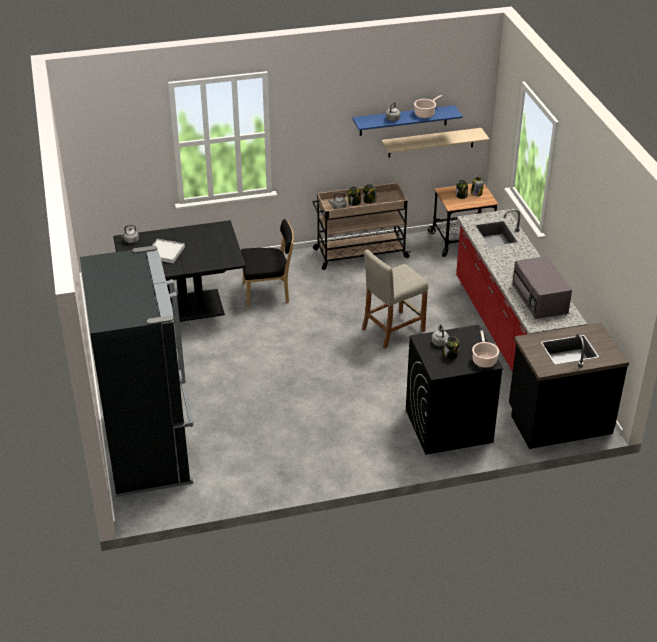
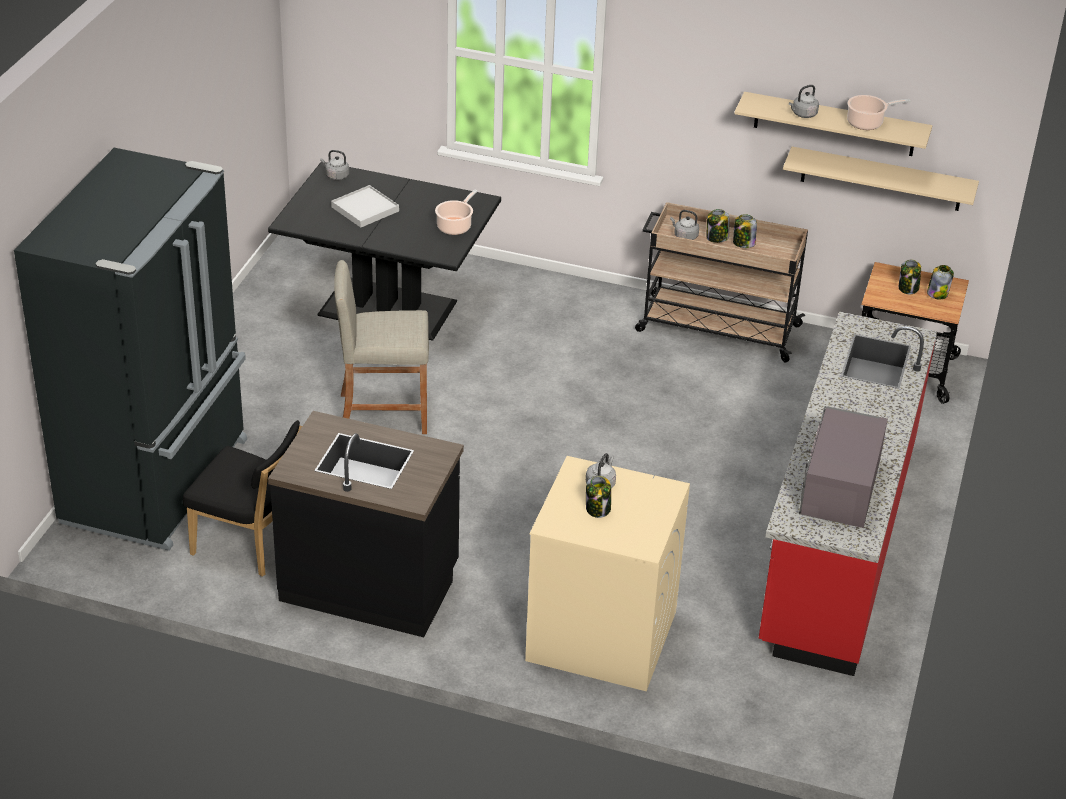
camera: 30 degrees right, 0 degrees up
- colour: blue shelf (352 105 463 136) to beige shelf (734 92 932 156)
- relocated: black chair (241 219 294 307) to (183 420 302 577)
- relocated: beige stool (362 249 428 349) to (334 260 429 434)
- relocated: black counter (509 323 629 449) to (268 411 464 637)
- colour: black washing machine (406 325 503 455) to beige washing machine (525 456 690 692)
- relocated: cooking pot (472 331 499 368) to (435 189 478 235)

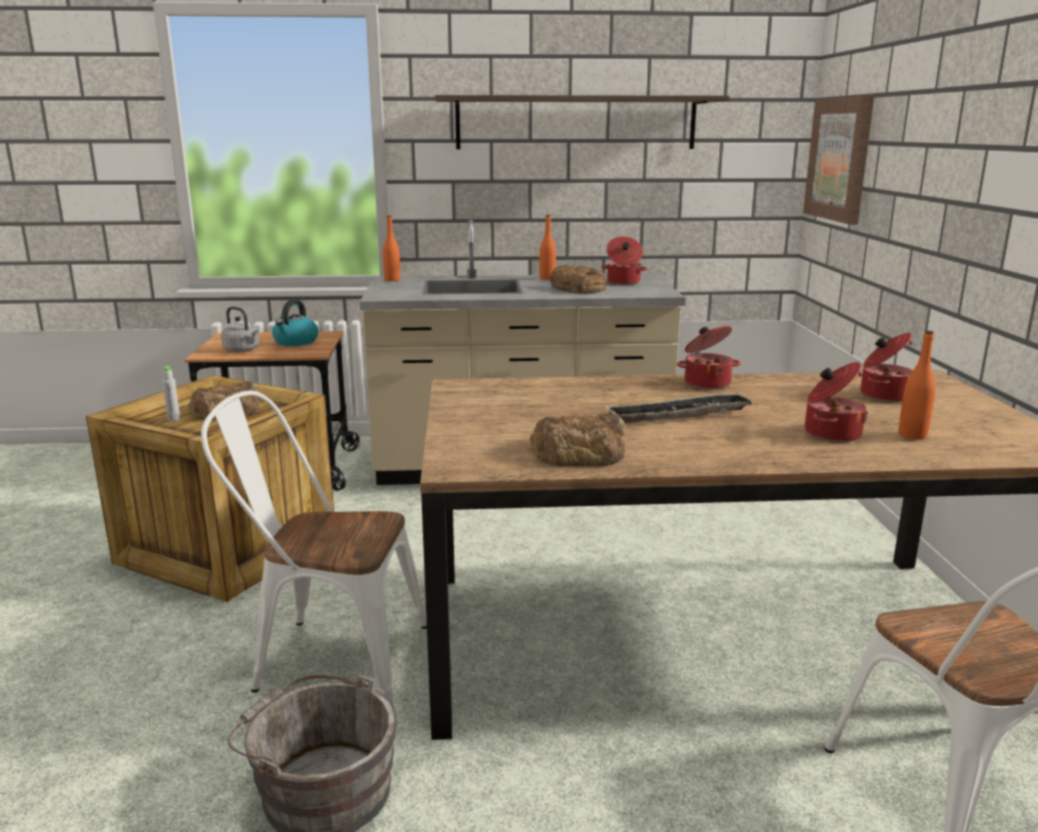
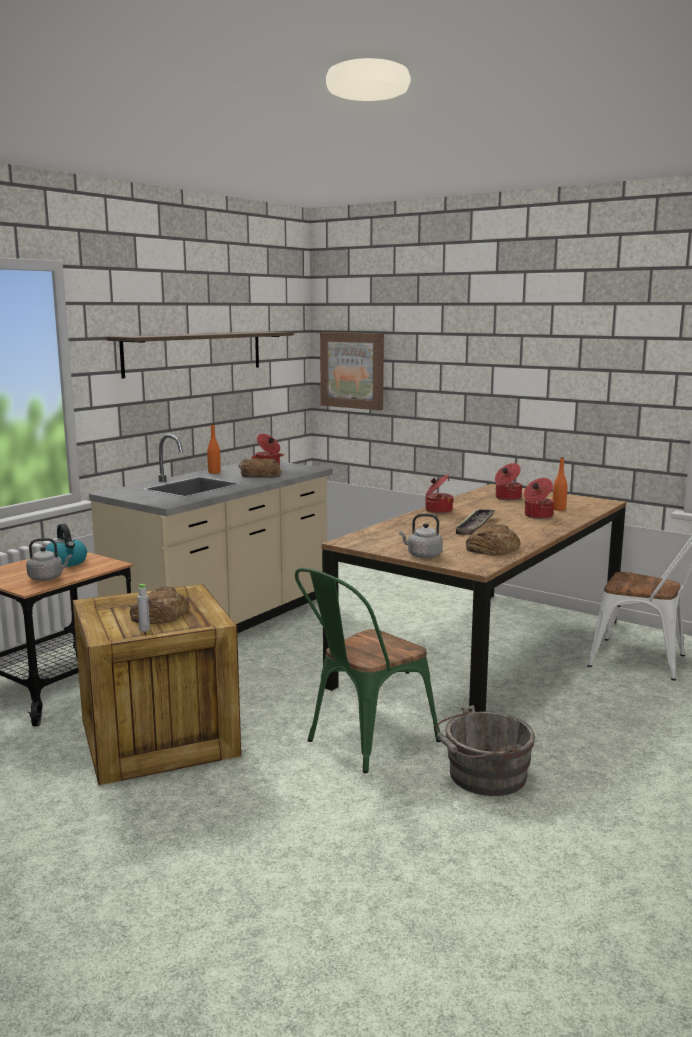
camera: 50 degrees left, 5 degrees down
- missing: orange bottle (383 216 400 281)
- colour: white chair (201 390 427 707) to green chair (295 568 441 773)
- appeared: grey kettle (399 514 443 558)

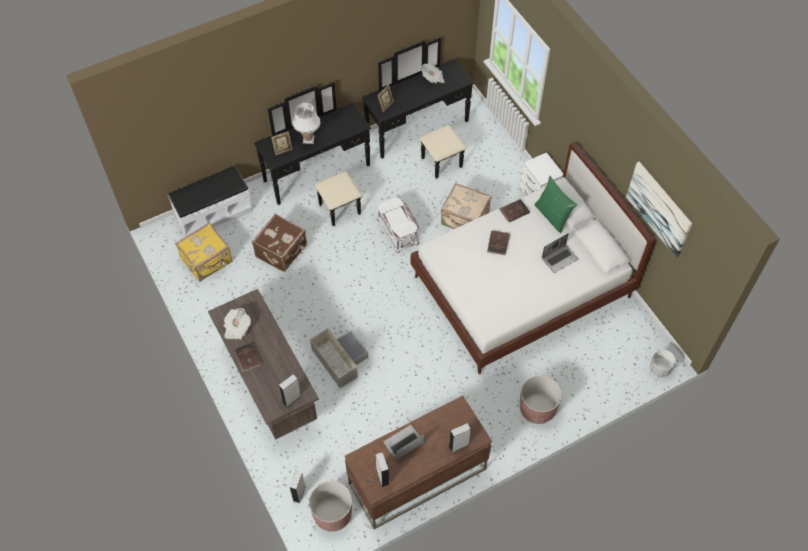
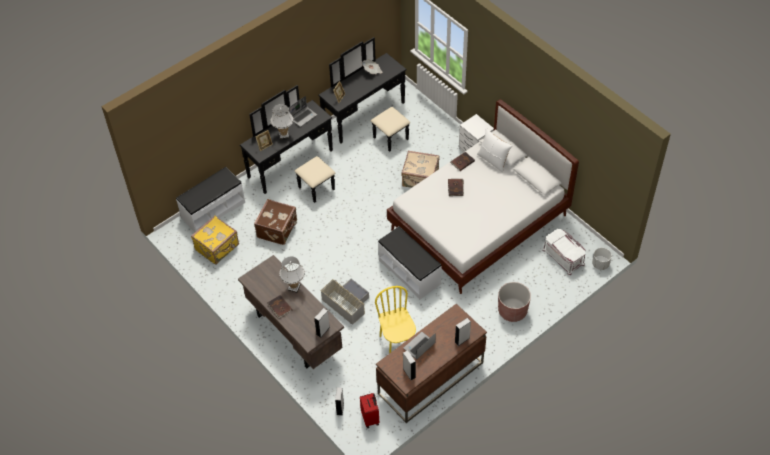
camera: 10 degrees left, 5 degrees down
- missing: picture (626 162 692 257)
- colour: green pillow (535 176 577 233) to white pillow (477 128 512 172)
- relocated: white storage box (377 198 419 253) to (542 229 585 275)
- relocated: laptop (542 233 578 273) to (289 96 317 127)
- missing: newspaper (224 308 251 340)
- exchanged: brown planter (309 481 352 532) to red suitcase (360 393 379 428)
- appeared: white bench (378 226 442 299)
- appeared: white table lamp (279 257 305 293)
- appeared: yellow chair (375 286 416 353)

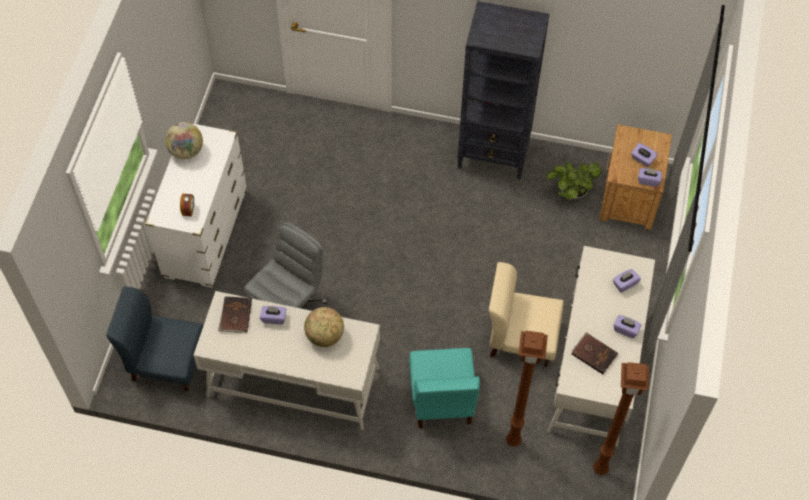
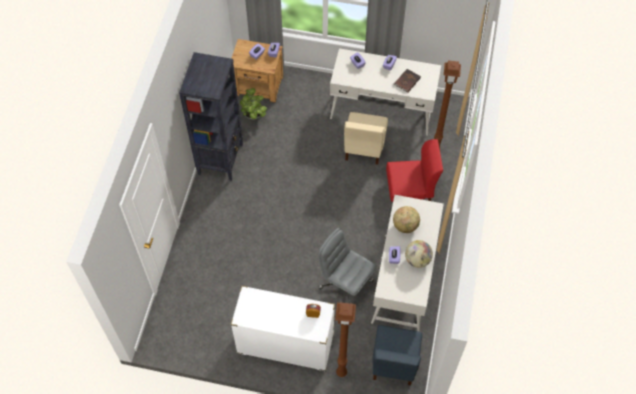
camera: 90 degrees left, 0 degrees up
- relocated: globe (165 122 203 159) to (405 240 433 268)
- missing: brown book (218 296 252 333)
- colour: turquoise chair (409 348 480 428) to red chair (386 139 443 202)
- relocated: brown floor lamp (593 362 649 475) to (335 303 356 377)

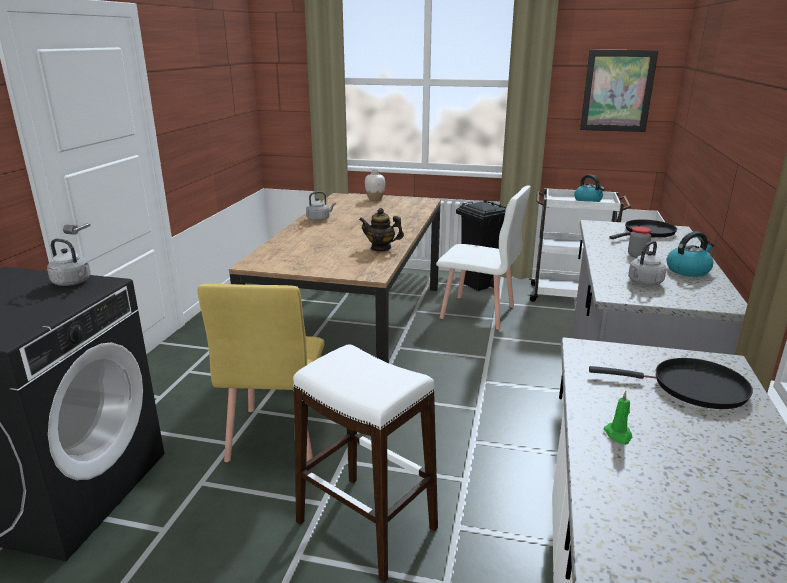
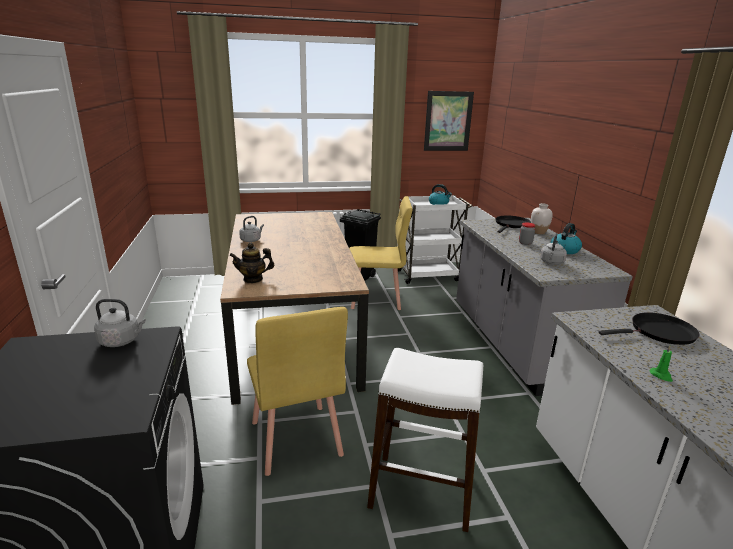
camera: 25 degrees left, 0 degrees up
- relocated: white vase (365 170 385 201) to (531 203 553 234)
- colour: white chair (436 185 531 330) to yellow chair (349 196 412 310)
- relocated: teapot (359 208 404 252) to (229 243 274 283)

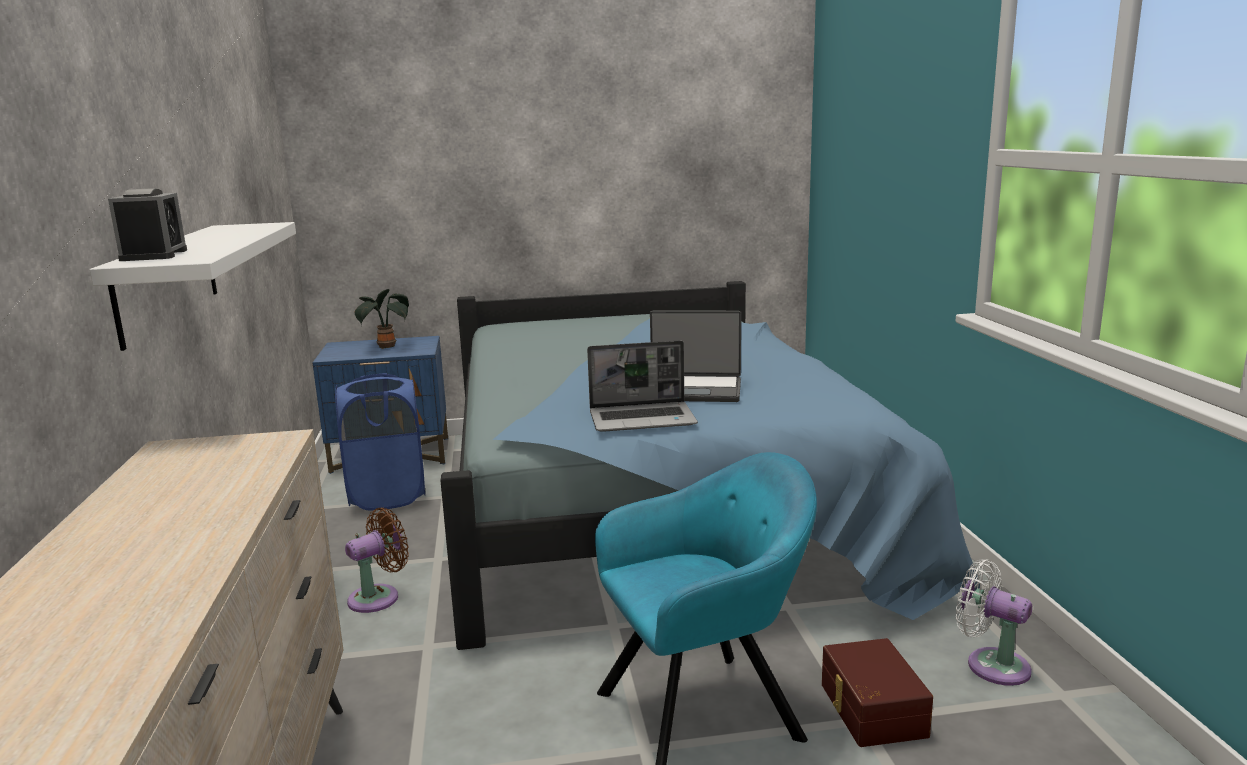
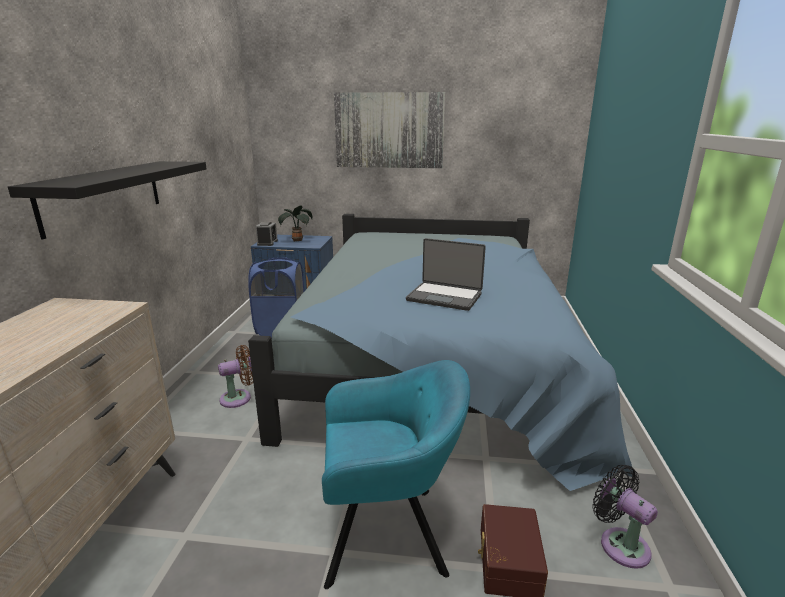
camera: 15 degrees right, 5 degrees up
- relocated: alarm clock (108 188 187 261) to (256 222 278 246)
- colour: white shelf (90 222 296 351) to black shelf (8 161 207 239)
- missing: laptop (587 340 698 432)
- colour: white fan (956 559 1032 686) to black fan (592 465 658 569)
- appeared: picture (334 92 445 168)

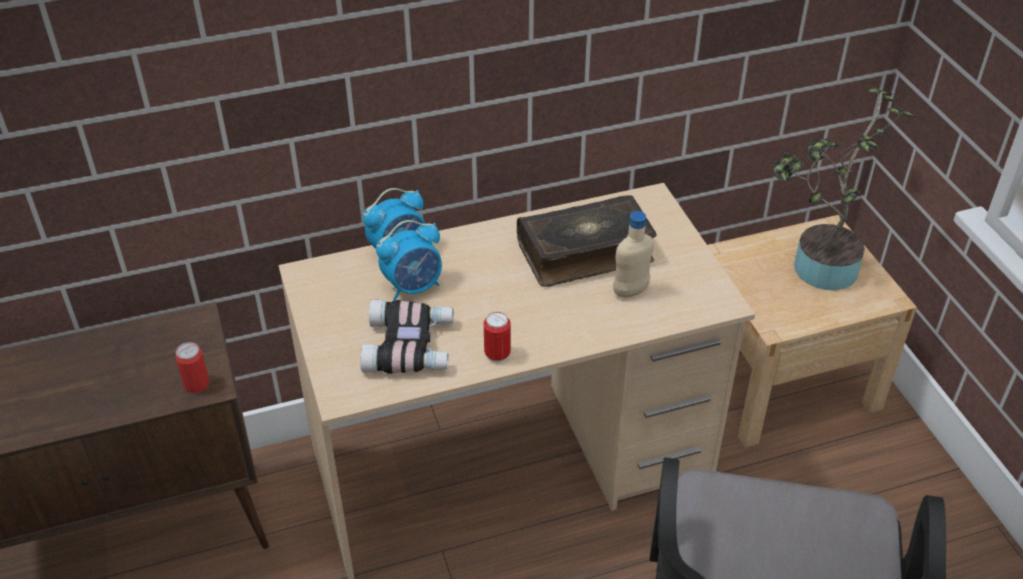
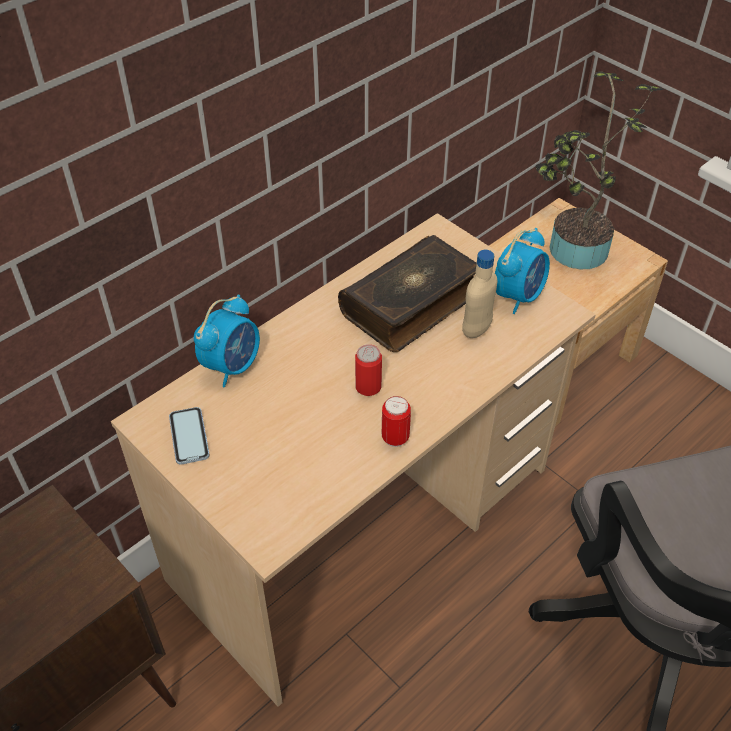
camera: 25 degrees left, 5 degrees up
- relocated: alarm clock (376 220 442 301) to (495 228 550 314)
- missing: binoculars (360 300 454 374)
- relocated: can (175 342 210 393) to (355 344 382 396)
- appeared: phone (169 407 210 465)

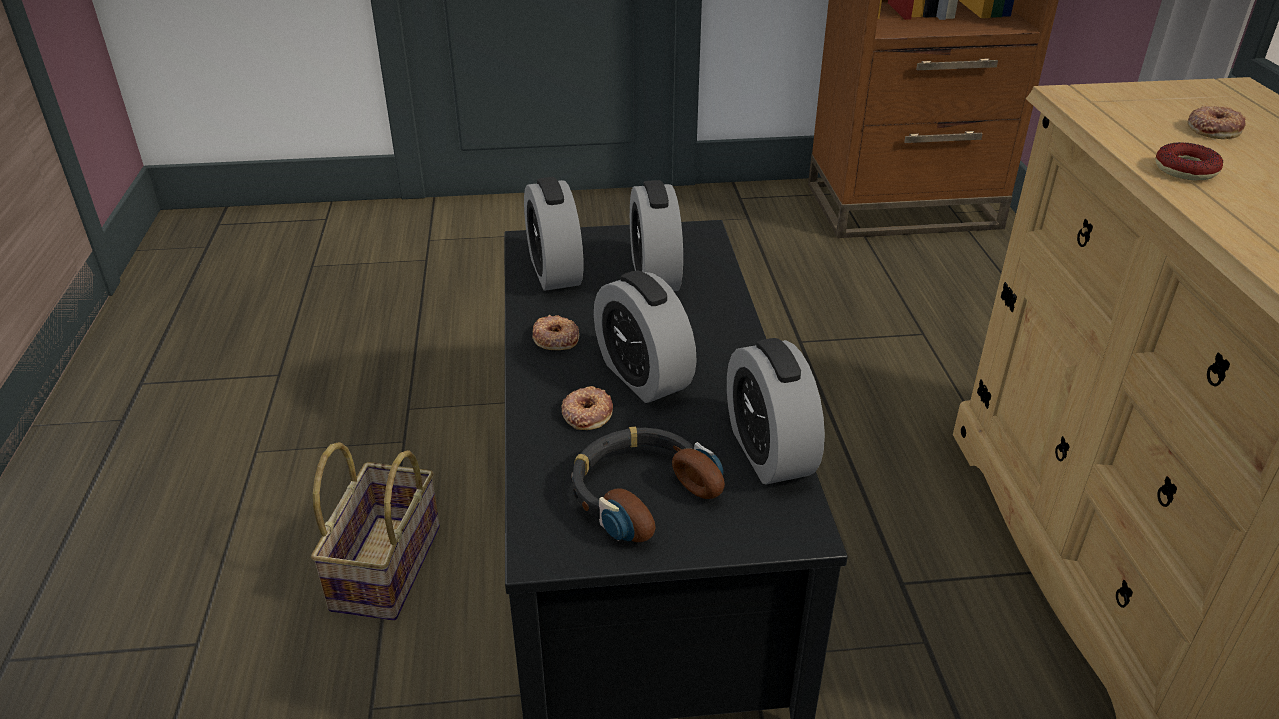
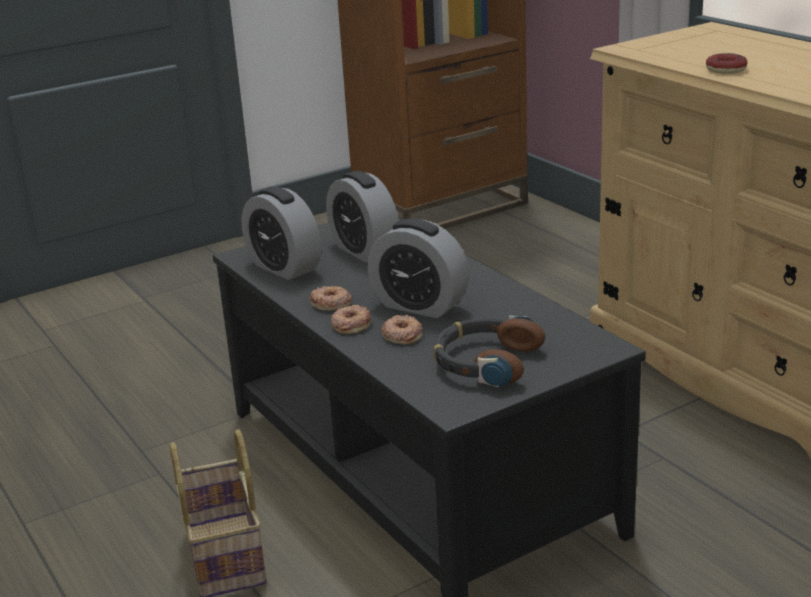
camera: 25 degrees left, 10 degrees down
- relocated: donut (1188 106 1246 139) to (331 305 371 334)
- missing: alarm clock (727 338 825 485)

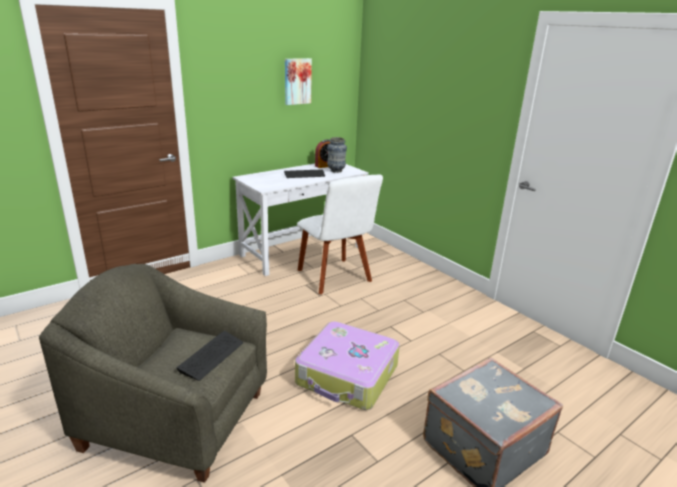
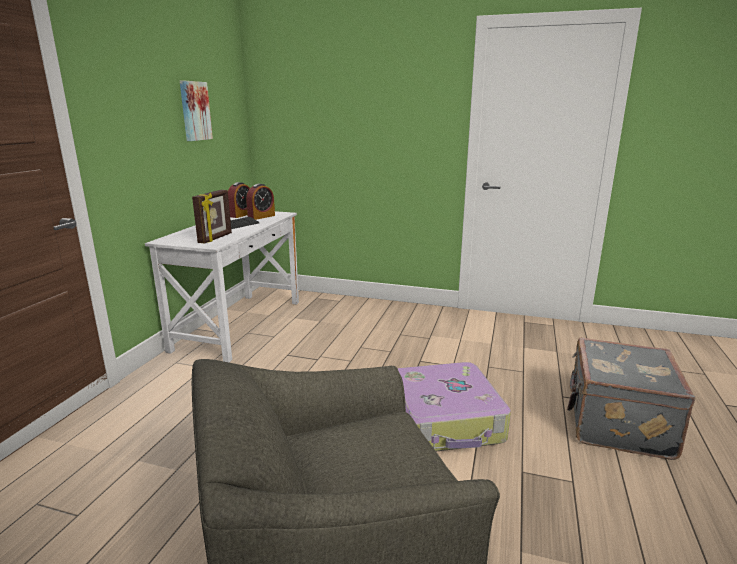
camera: 35 degrees left, 5 degrees down
- exchanged: vase (327 137 347 173) to alarm clock (246 184 275 220)
- missing: white chair (297 175 383 294)
- missing: keyboard (176 331 243 381)
- appeared: picture frame (192 190 232 244)

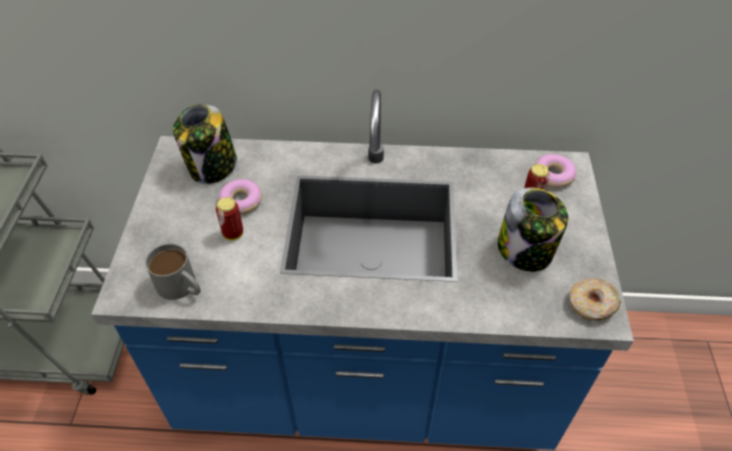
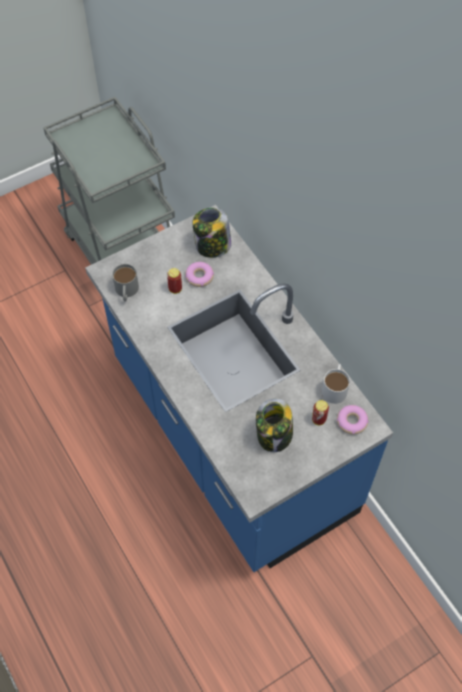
camera: 55 degrees right, 10 degrees up
- missing: donut (569 278 621 321)
- appeared: white mug (322 364 350 404)

